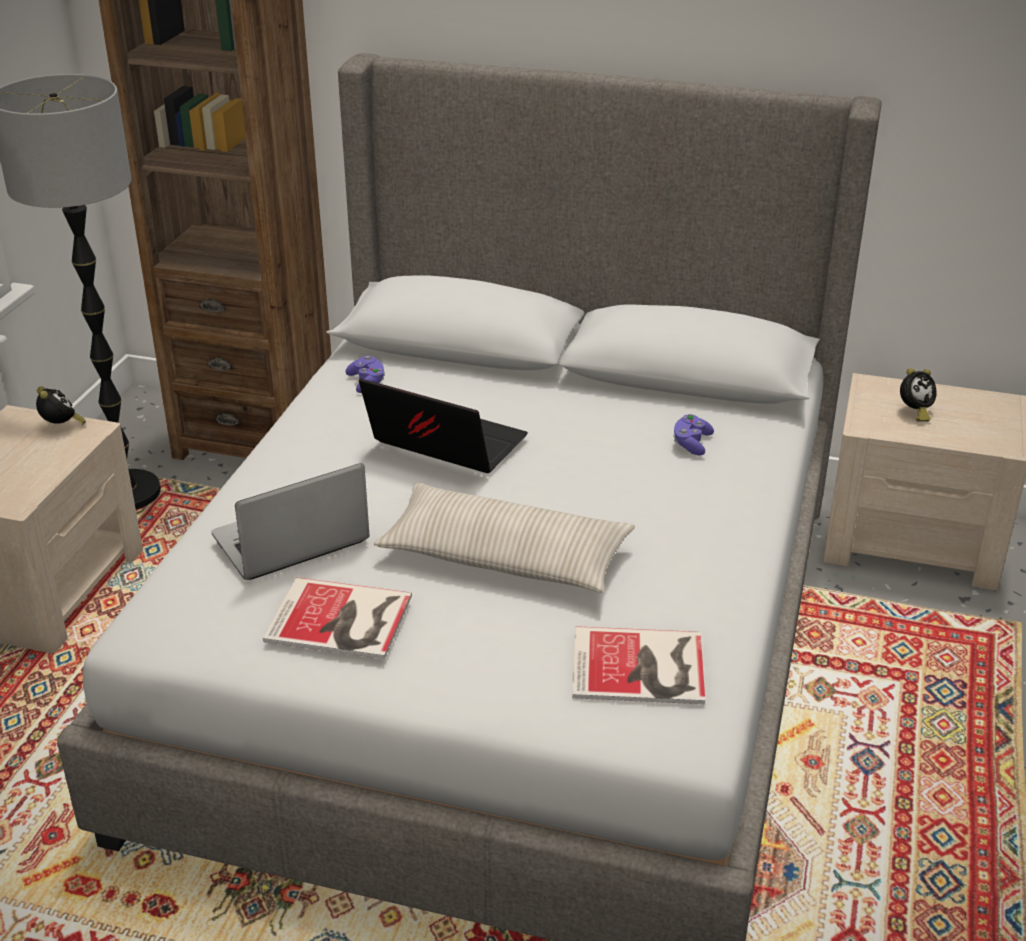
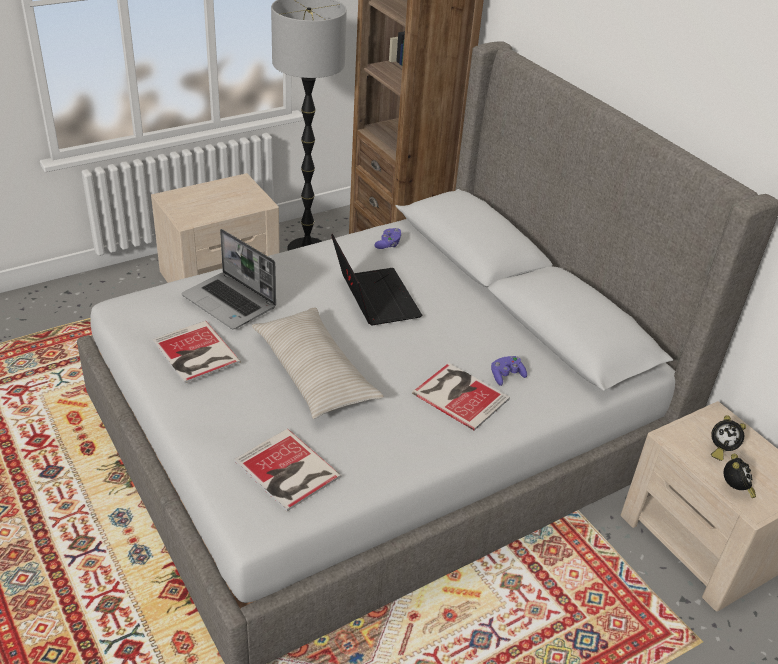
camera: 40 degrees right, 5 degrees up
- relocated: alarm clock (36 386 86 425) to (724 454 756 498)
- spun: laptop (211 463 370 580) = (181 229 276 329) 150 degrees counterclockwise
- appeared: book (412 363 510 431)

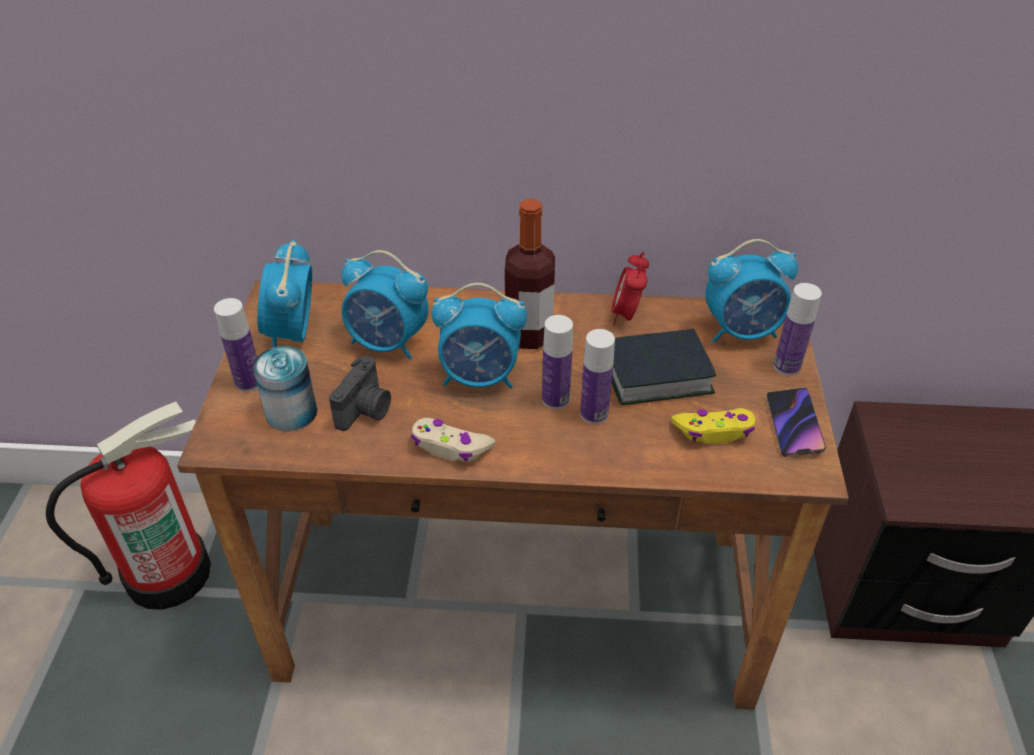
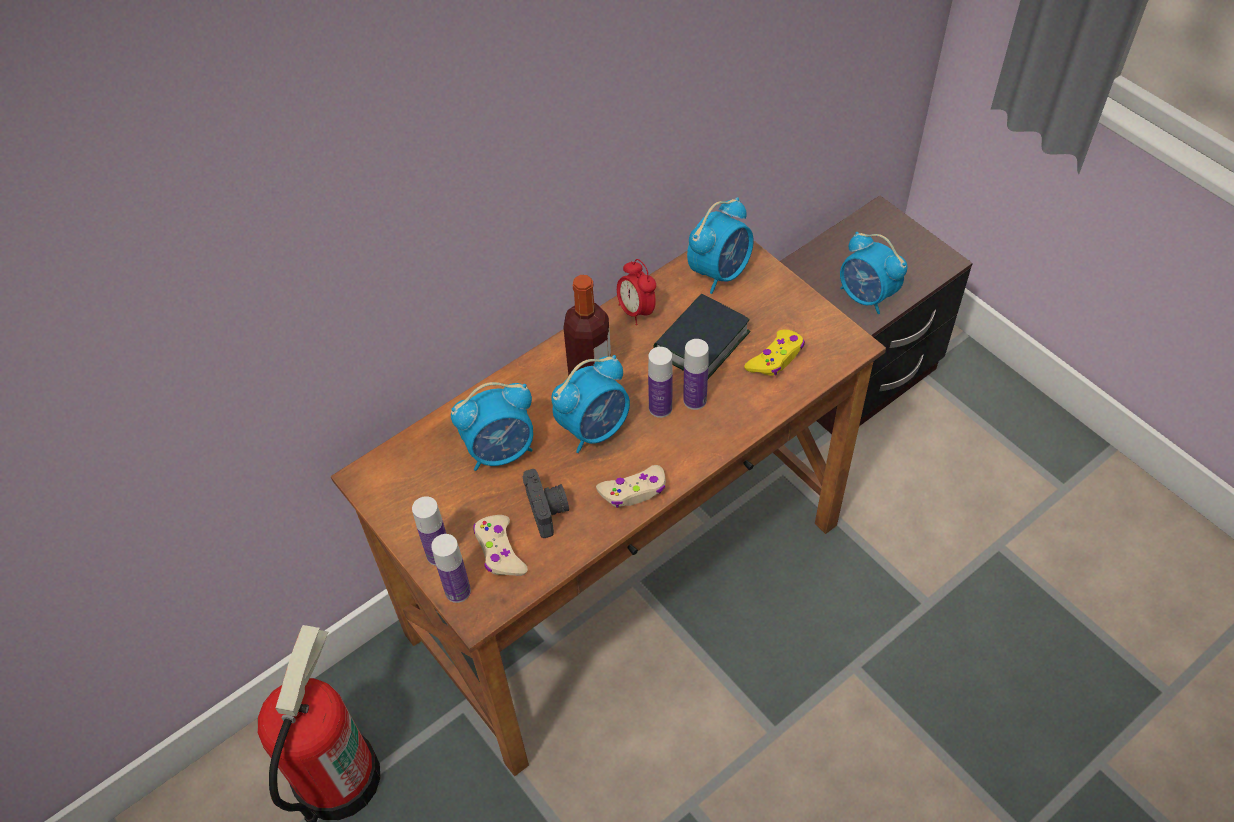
camera: 40 degrees left, 10 degrees up
- relocated: alarm clock (257 239 312 347) to (840 232 908 314)
- relocated: bottle (774 283 822 376) to (431 534 471 603)
- exchanged: can (253 346 317 431) to beige game controller (473 515 528 576)
- missing: phone (767 388 826 457)

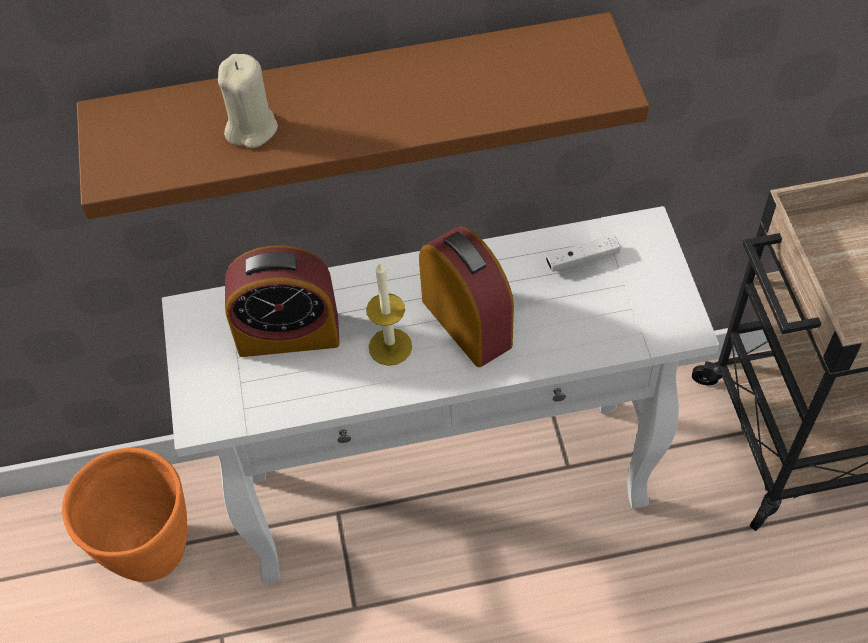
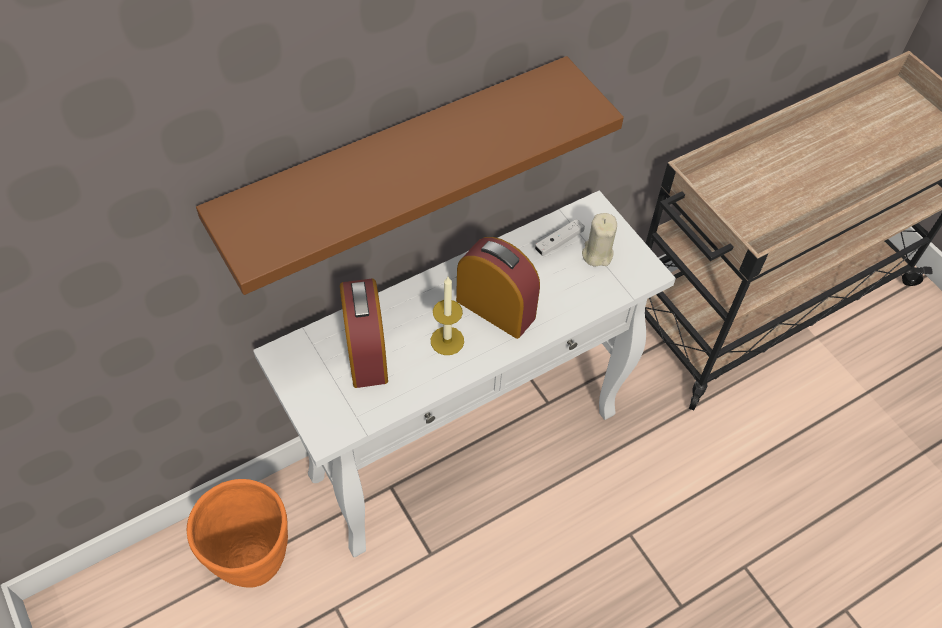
camera: 25 degrees left, 0 degrees up
- relocated: beige candle (218 54 278 148) to (582 213 617 266)
- spun: alarm clock (225 245 340 357) = (340 279 388 388) 105 degrees clockwise

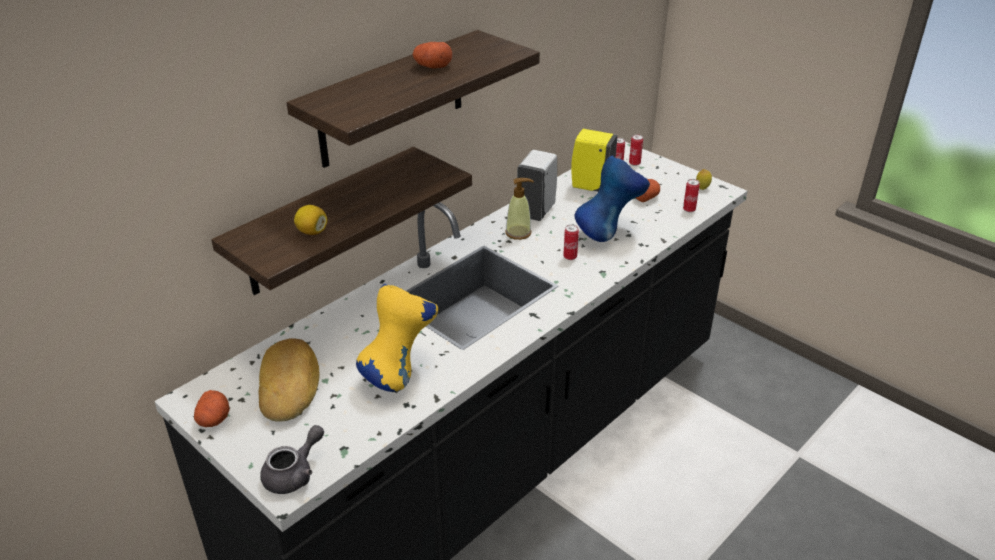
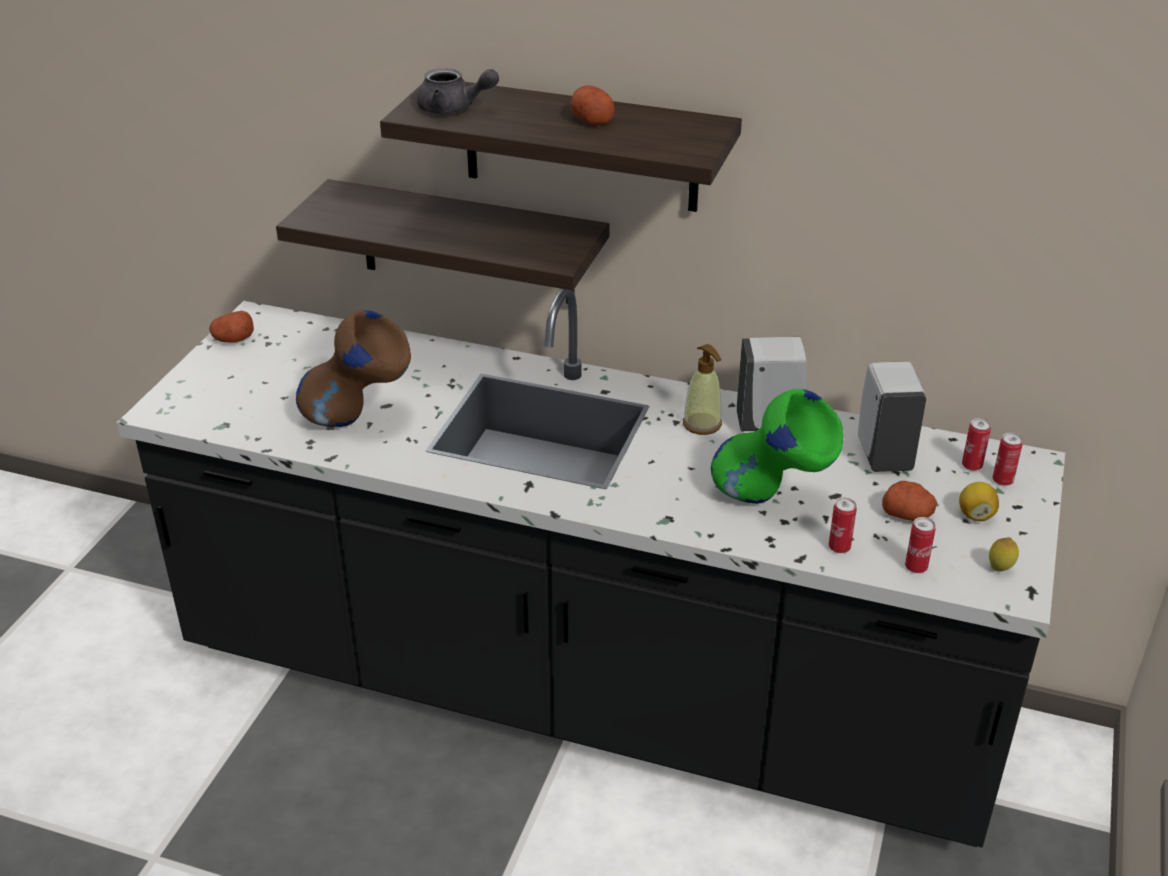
camera: 65 degrees right, 0 degrees up
- colour: yellow soap dispenser (571 129 618 192) to white soap dispenser (858 362 926 472)
- colour: blue vase (575 156 650 242) to green vase (711 389 843 504)
- relocated: lemon (294 205 328 235) to (959 482 999 521)
- relocated: can (563 224 579 260) to (829 498 857 553)
- colour: yellow vase (356 284 438 392) to brown vase (296 310 411 427)
- missing: bread (259 338 320 422)
- relocated: grey teapot (260 425 324 494) to (417 68 499 114)

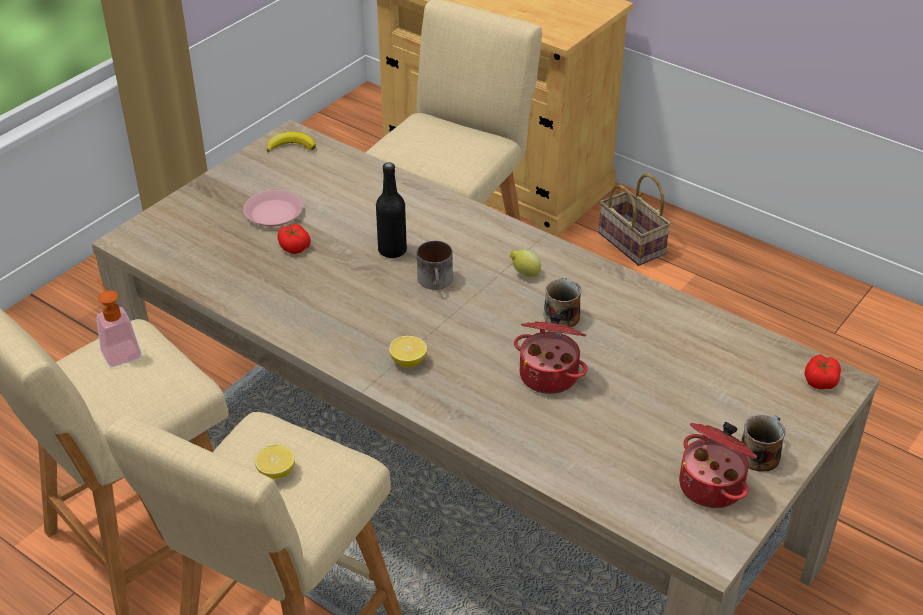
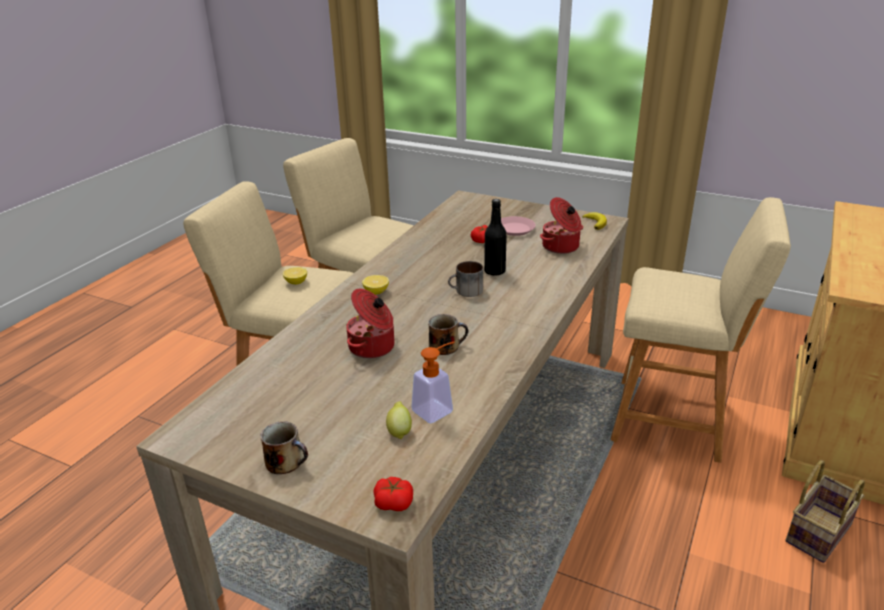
camera: 80 degrees right, 10 degrees down
- relocated: lemon (510 250 541 277) to (386 402 412 439)
- relocated: soap dispenser (96 279 141 367) to (411 341 455 423)
- relocated: cooking pot (679 422 757 508) to (540 197 583 254)

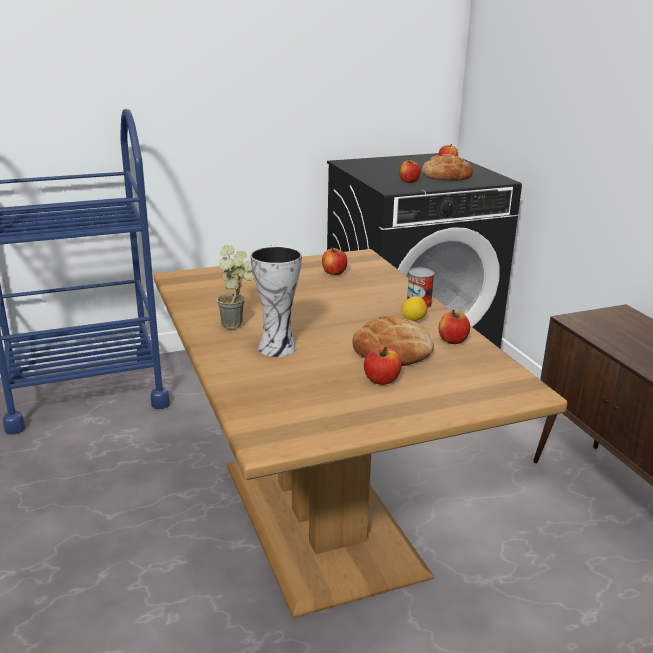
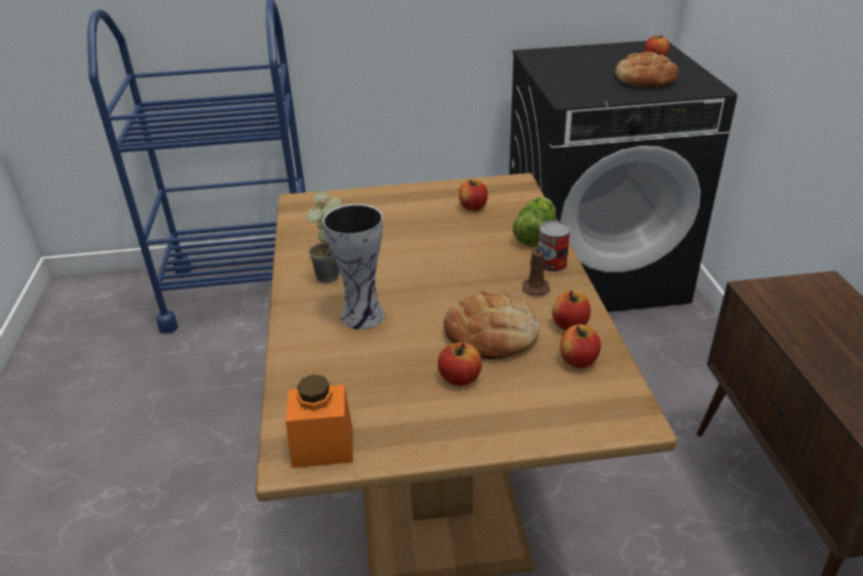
camera: 15 degrees right, 10 degrees up
- relocated: apple (399 159 421 183) to (560 325 601 368)
- exchanged: lemon (401 297 427 321) to brown candle (523 243 550 295)
- appeared: lettuce (513 197 556 247)
- appeared: orange jar (286 374 353 468)

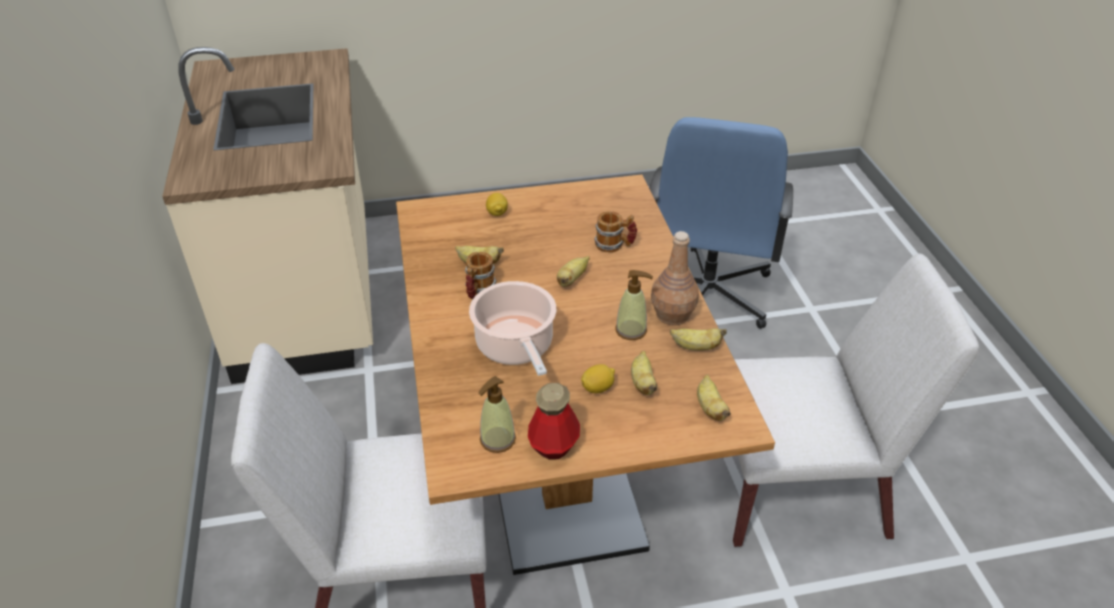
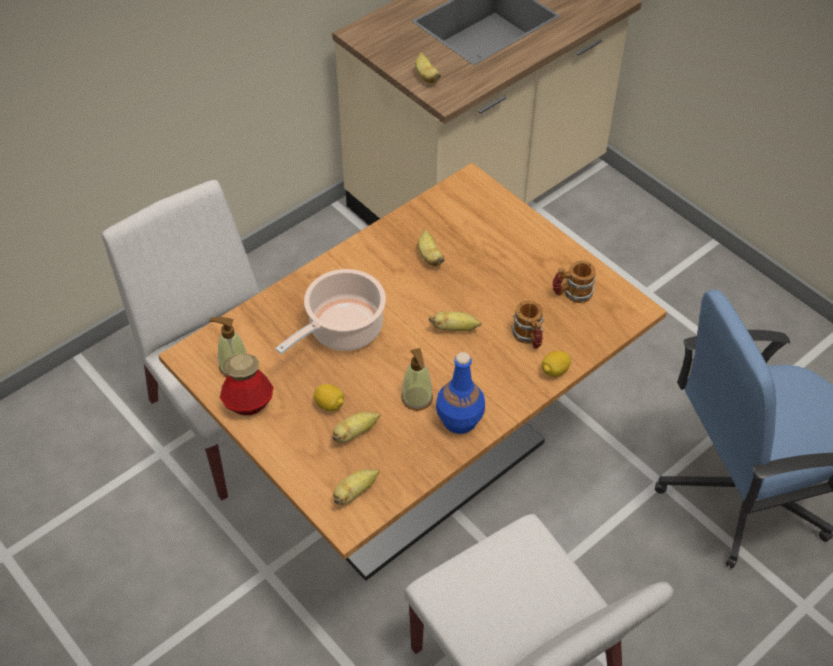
camera: 60 degrees right, 10 degrees up
- relocated: lemon (486 193 508 216) to (542 351 571 377)
- colour: brown bottle (651 231 699 325) to blue bottle (436 352 485 434)
- relocated: mug (465 252 497 299) to (552 260 596 303)
- relocated: banana (670 328 727 351) to (415 52 441 83)

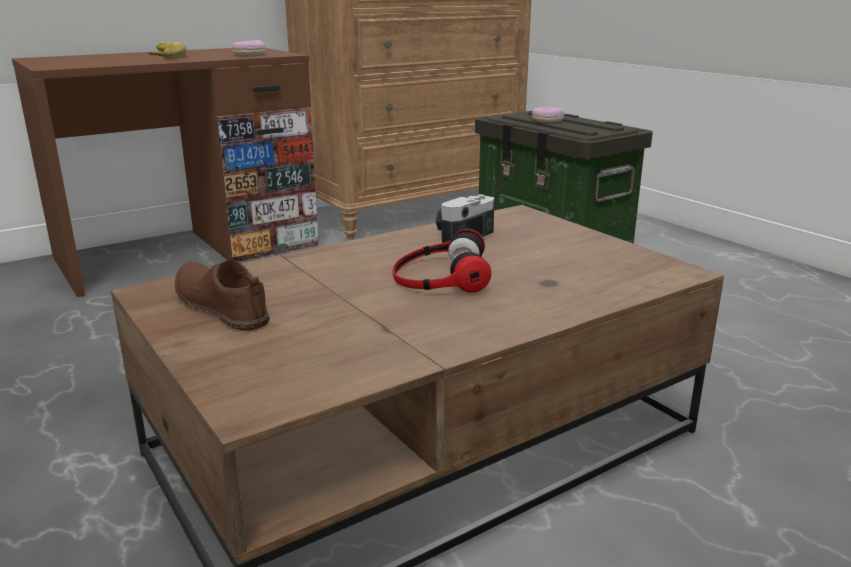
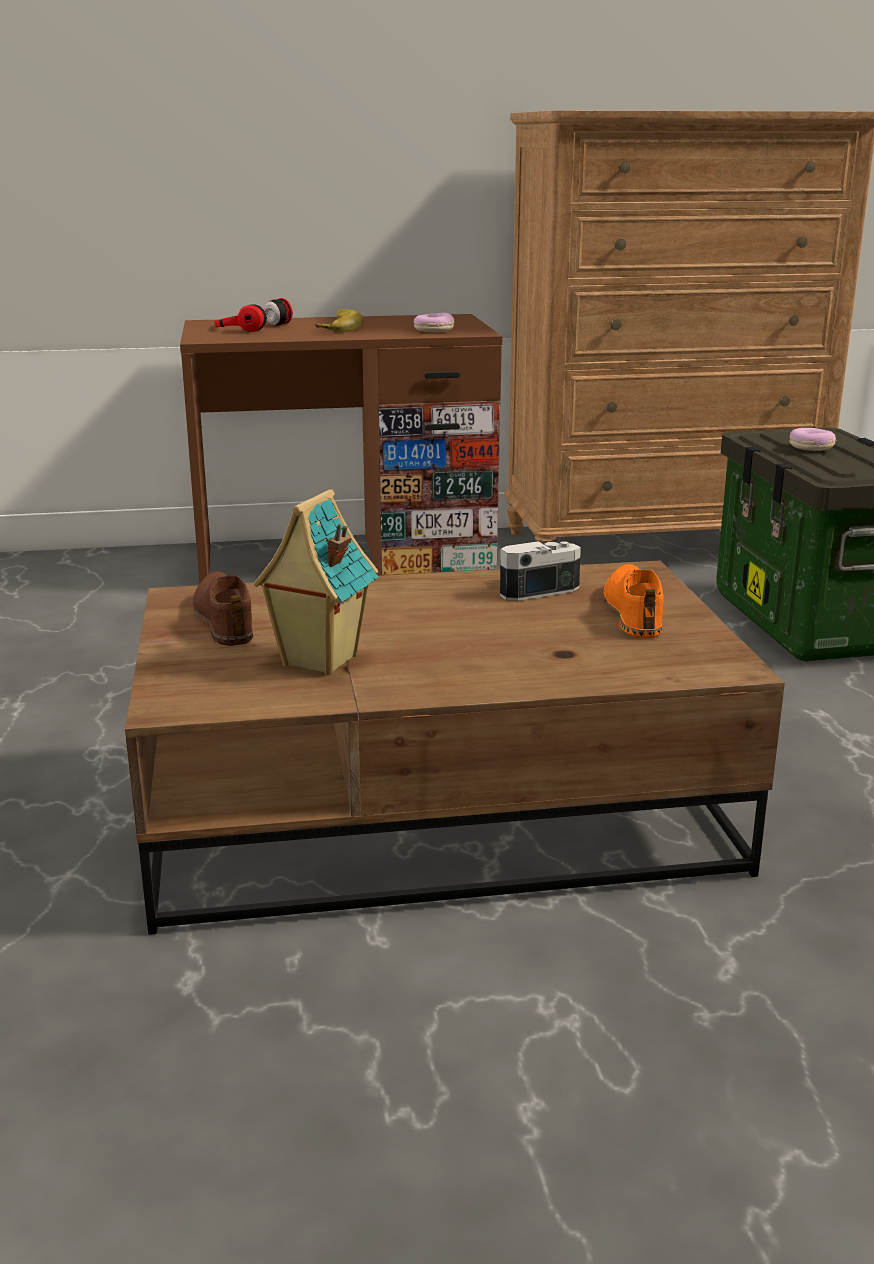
camera: 25 degrees right, 0 degrees up
- relocated: headphones (393 229 491 293) to (214 298 293 332)
- appeared: toy house (254 489 378 675)
- appeared: orange shoe (604 564 664 638)

